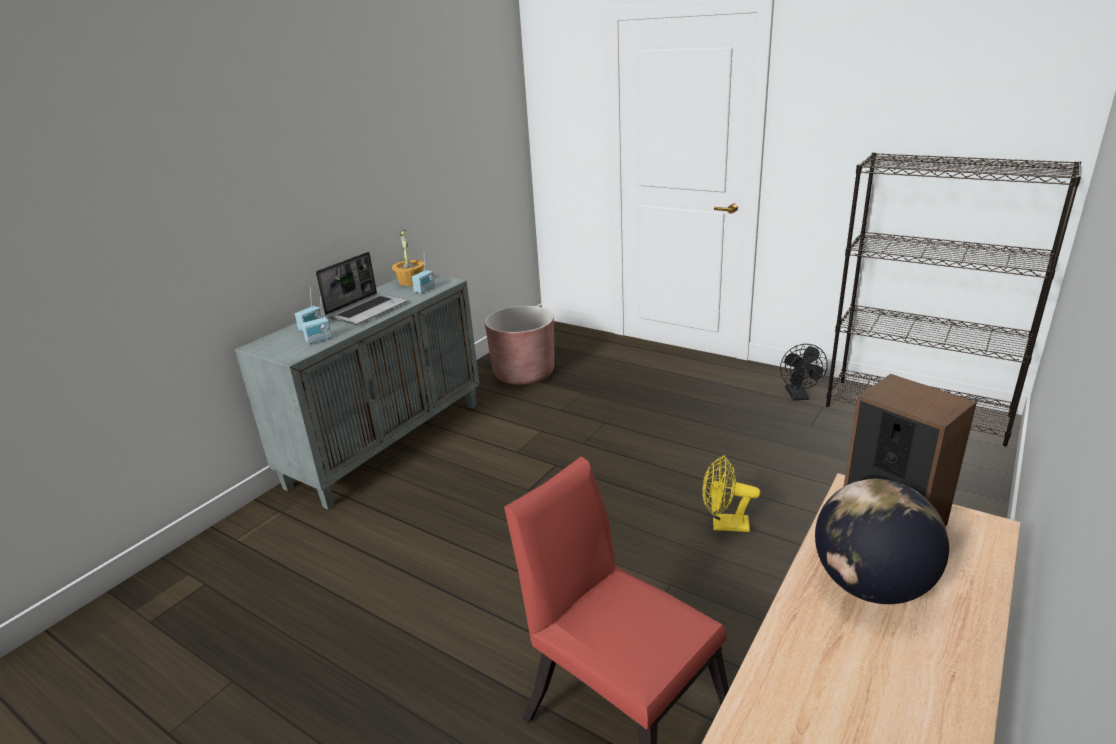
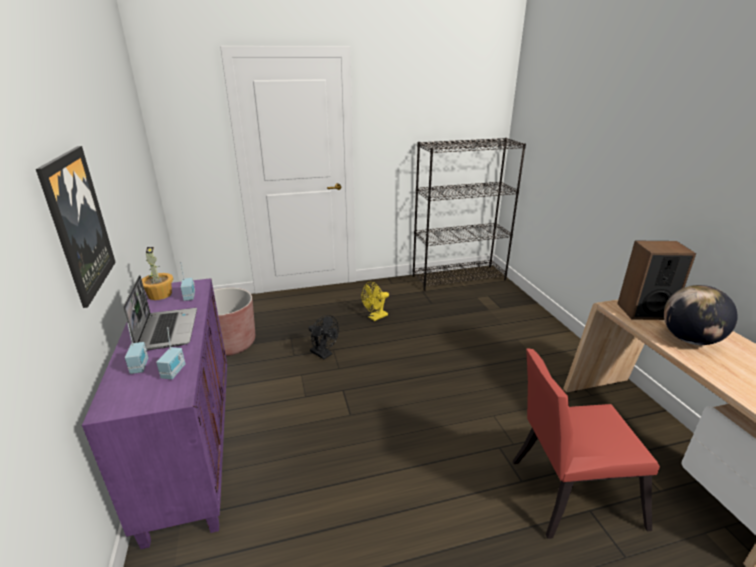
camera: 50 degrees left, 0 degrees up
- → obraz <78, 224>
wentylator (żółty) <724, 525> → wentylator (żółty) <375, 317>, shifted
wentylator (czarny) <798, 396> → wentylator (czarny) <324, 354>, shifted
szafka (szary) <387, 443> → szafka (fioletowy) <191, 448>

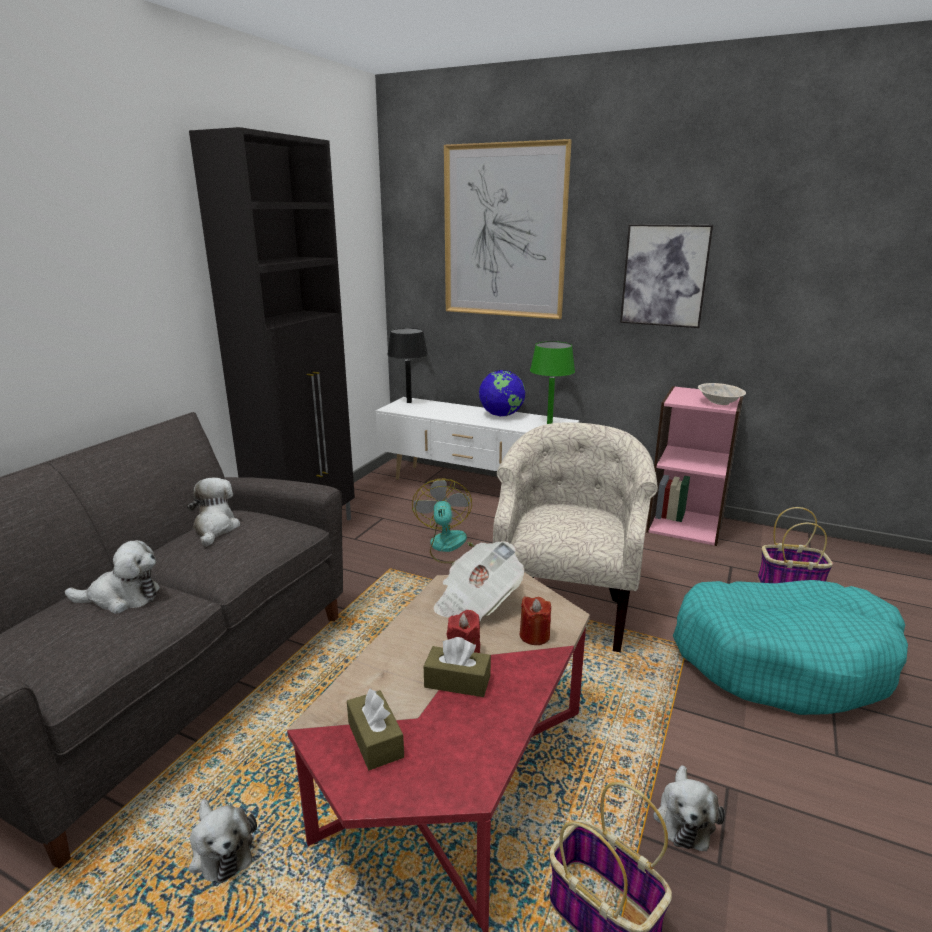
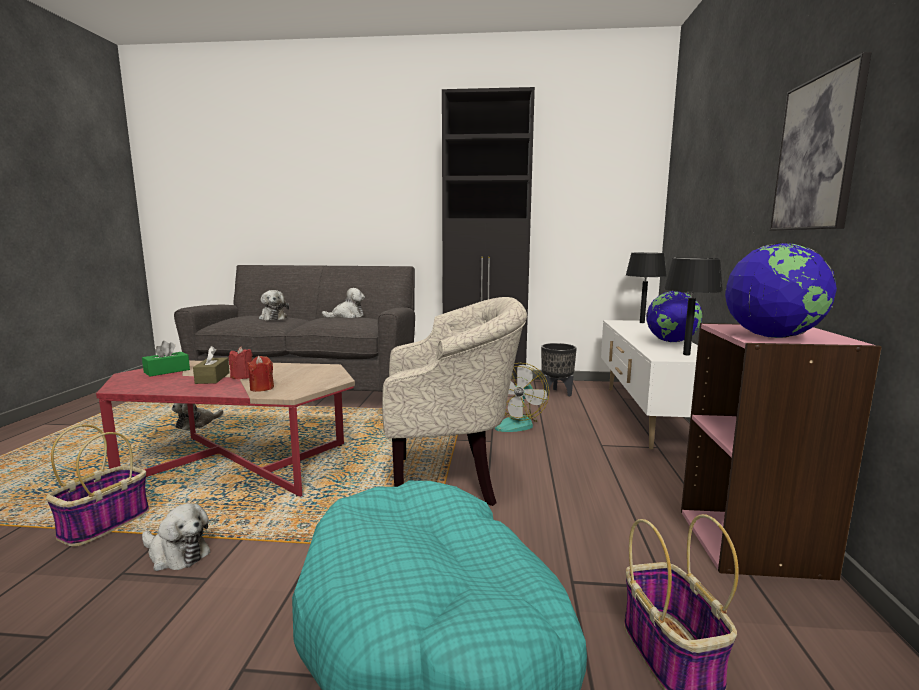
camera: 70 degrees right, 10 degrees down
gazeta <476, 602> → -
obraz <504, 232> → -
- → donica (czarny) <557, 393>
miska (beżowy) <719, 402> → globus <772, 337>
pudełko chusteczek (brązowy) <375, 740> → pudełko chusteczek (zielony) <167, 371>
lampa stołowa (zielony) <549, 423> → lampa stołowa (czarny) <686, 354>
wentylator <449, 547> → wentylator <516, 423>, 135 degrees clockwise
pluszak <684, 818> → pluszak <176, 554>, 150 degrees counterclockwise

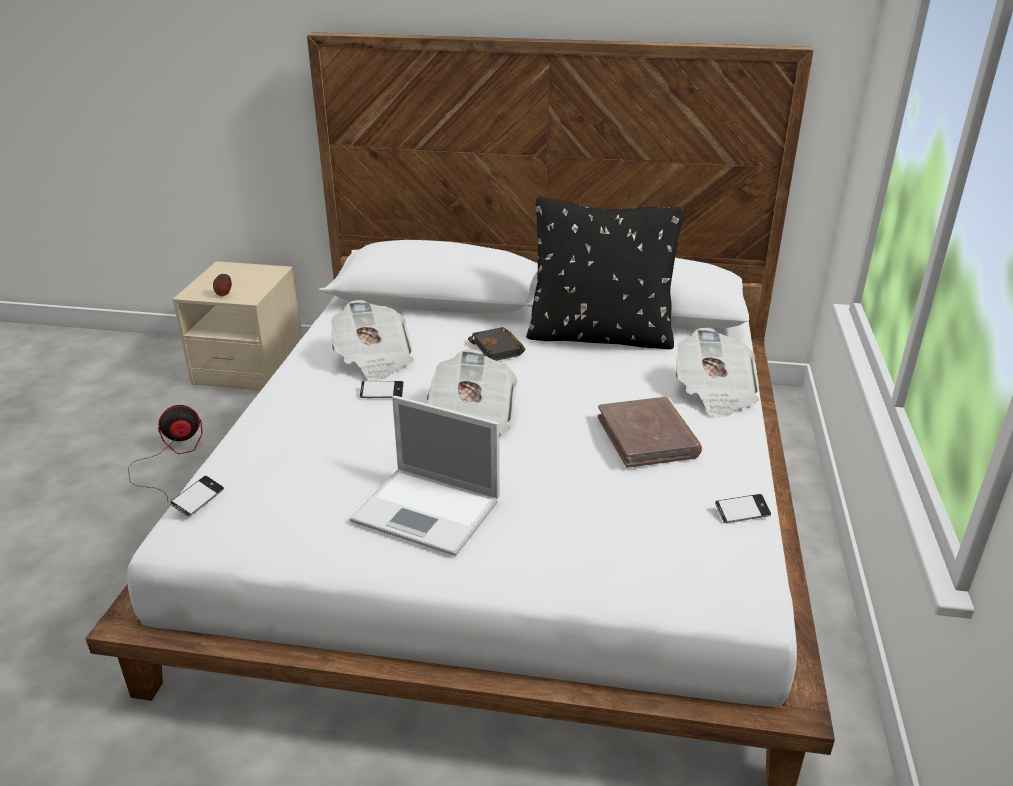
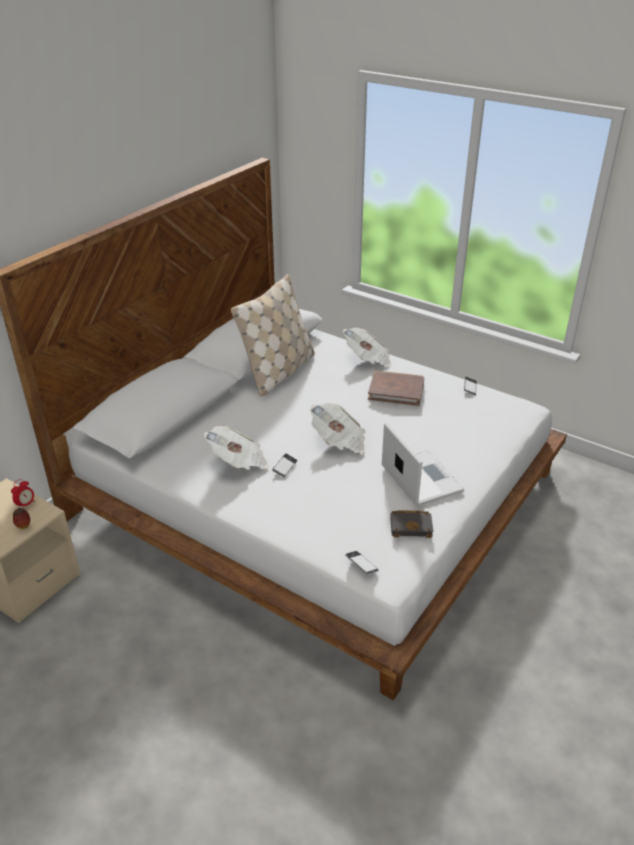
camera: 65 degrees left, 5 degrees up
wentylator <171, 456> → -
- → budzik <26, 504>
książka (czarny) <499, 349> → książka (czarny) <412, 526>, shifted
poduszka (czarny) <599, 336> → poduszka (beżowy) <278, 372>
laptop <429, 511> → laptop <420, 478>, 75 degrees counterclockwise

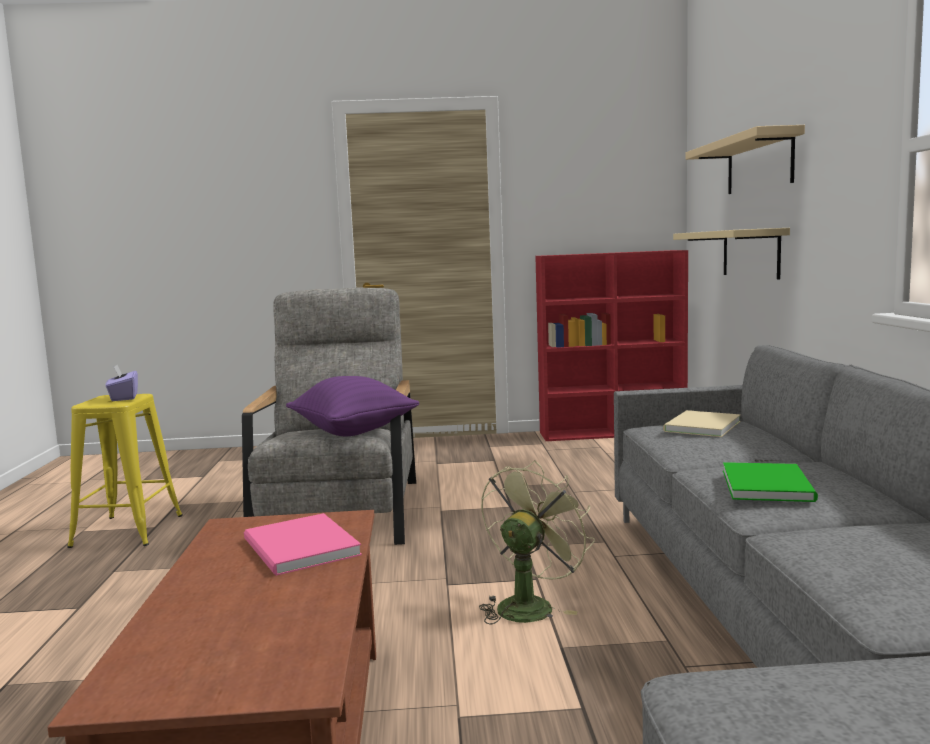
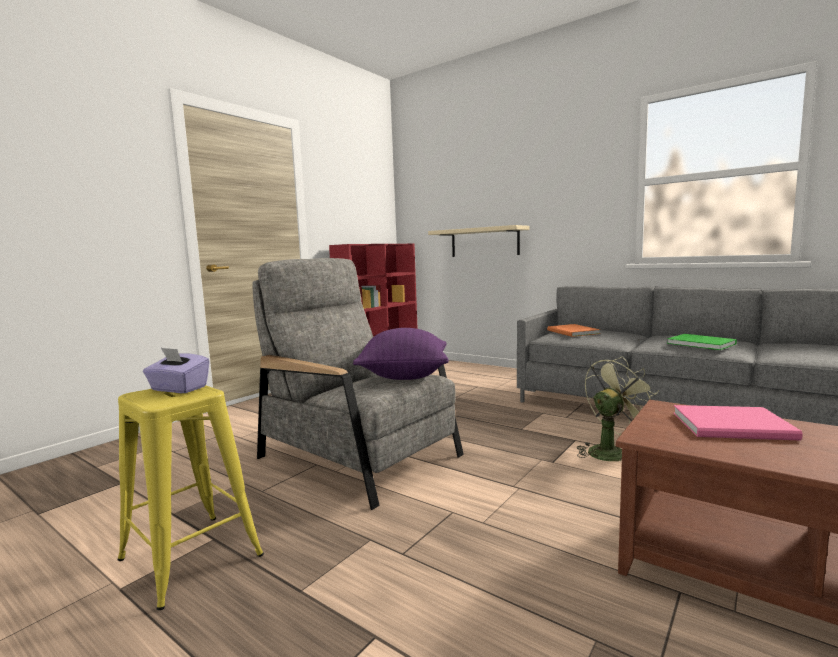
camera: 50 degrees left, 0 degrees up
półka (beżowy) <759, 164> → -
książka (beżowy) <699, 426> → książka (pomarańczowy) <572, 332>
wentylator (zielony) <529, 605> → wentylator (zielony) <611, 452>, 75 degrees clockwise

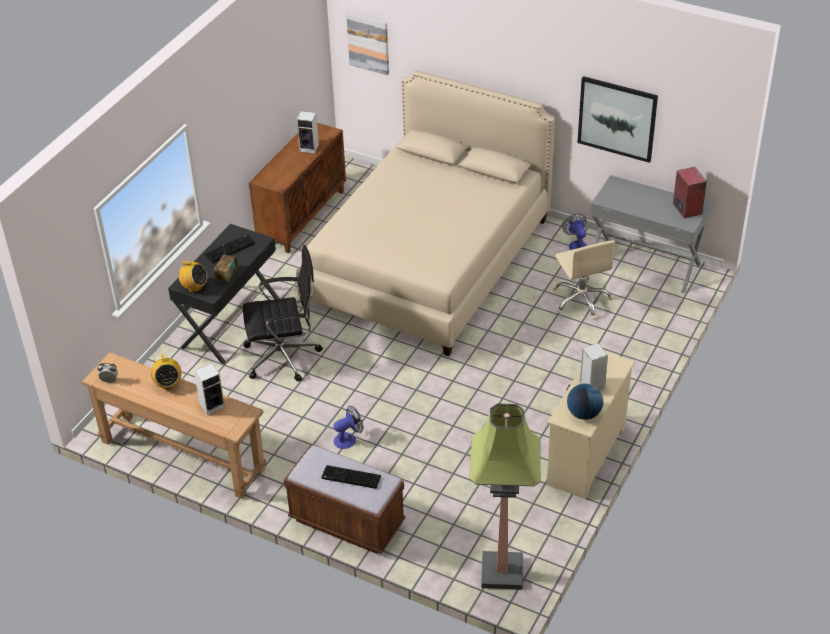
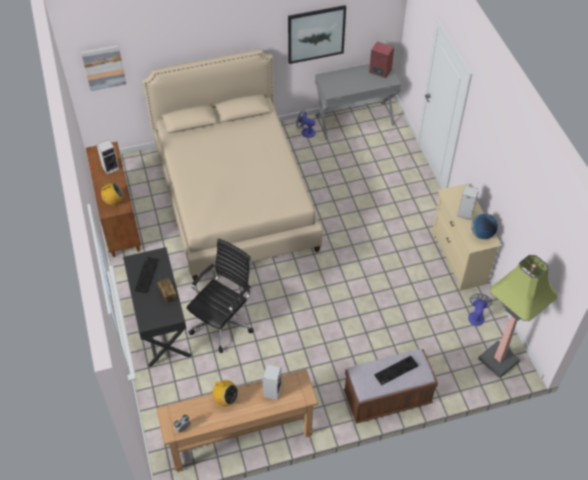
camera: 45 degrees left, 10 degrees up
krzesło biurowe (beżowy) <581, 300> → -
radio <194, 287> → radio <113, 201>, shifted
wentylator <348, 439> → wentylator <476, 316>, shifted

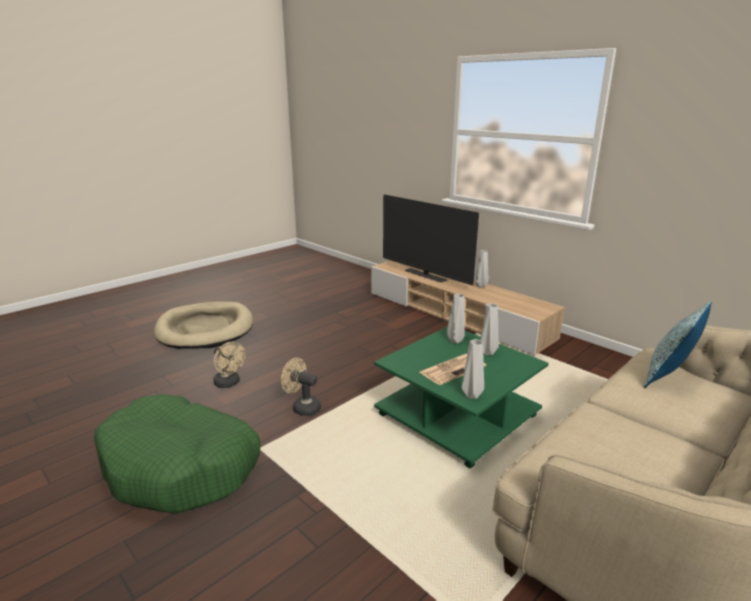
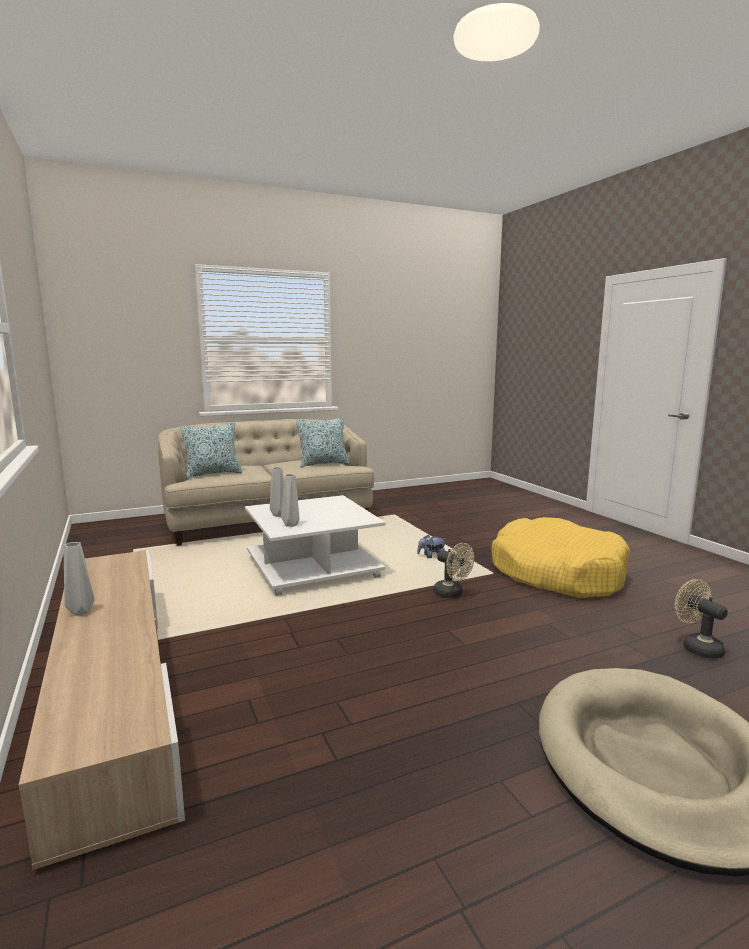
camera: 160 degrees left, 10 degrees down
telewizor <425, 275> → -
gazeta <453, 369> → -
wazon (szary) <470, 395> → -
- → poduszka <323, 464>
- → pluszak <431, 556>
wentylator (beżowy) <229, 383> → wentylator (beżowy) <696, 647>, shifted
legowisko (zielony) <181, 466> → legowisko (żółty) <557, 573>
ława (zielony) <457, 417> → ława (biały) <313, 567>

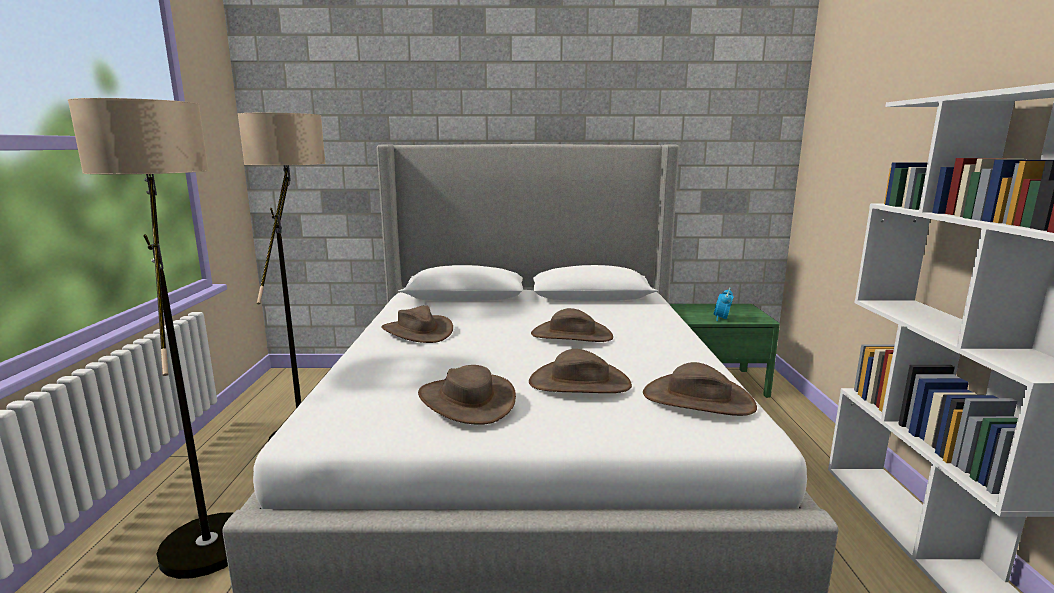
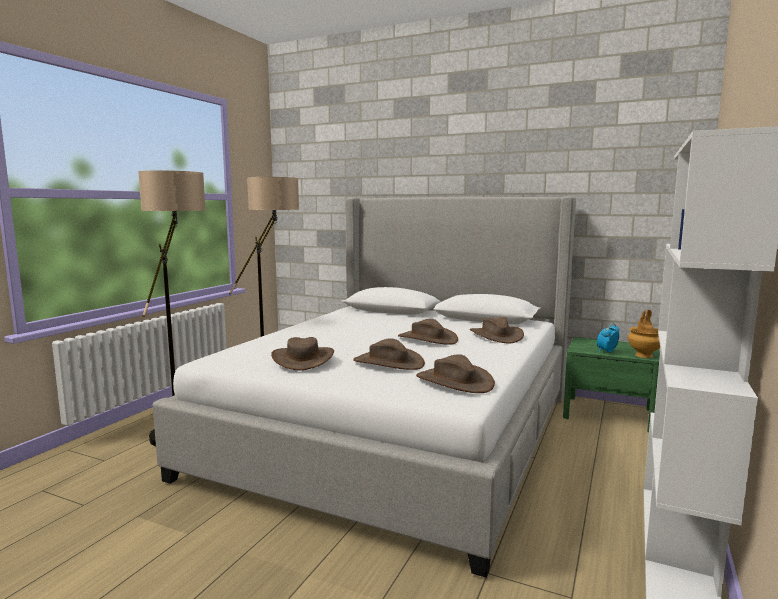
camera: 25 degrees right, 5 degrees down
- → wazon (brązowy) <644, 355>
kapelusz (brązowy) <417, 331> → kapelusz (brązowy) <496, 336>, shifted

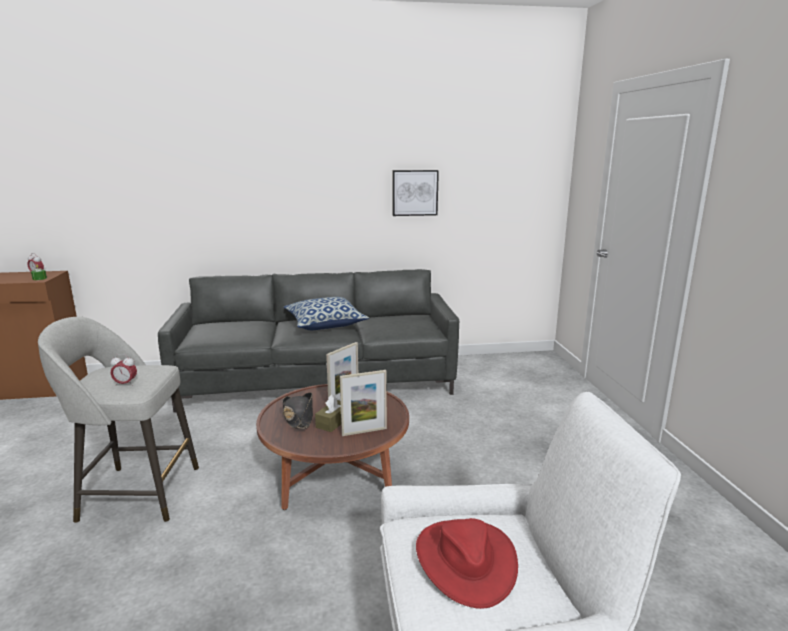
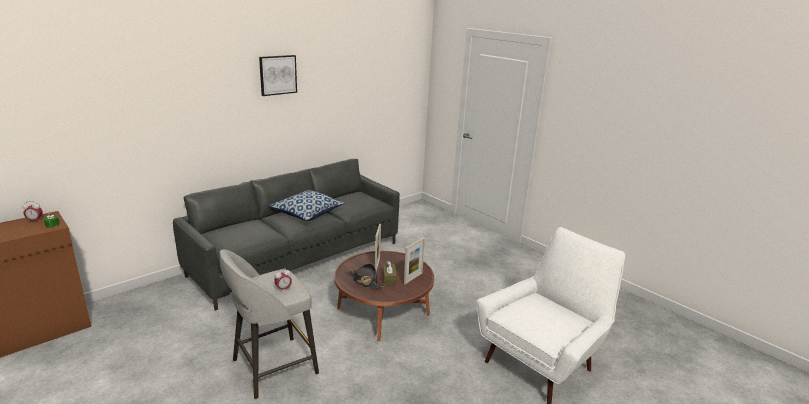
camera: 35 degrees left, 5 degrees up
kapelusz (czerwony) <465, 560> → -
obraz <415, 193> → obraz <278, 75>, shifted

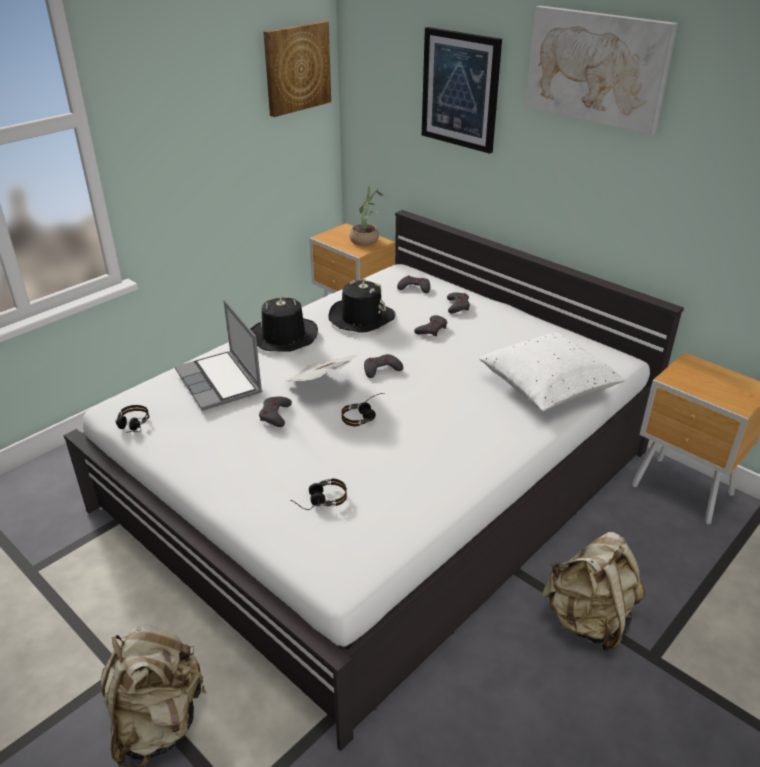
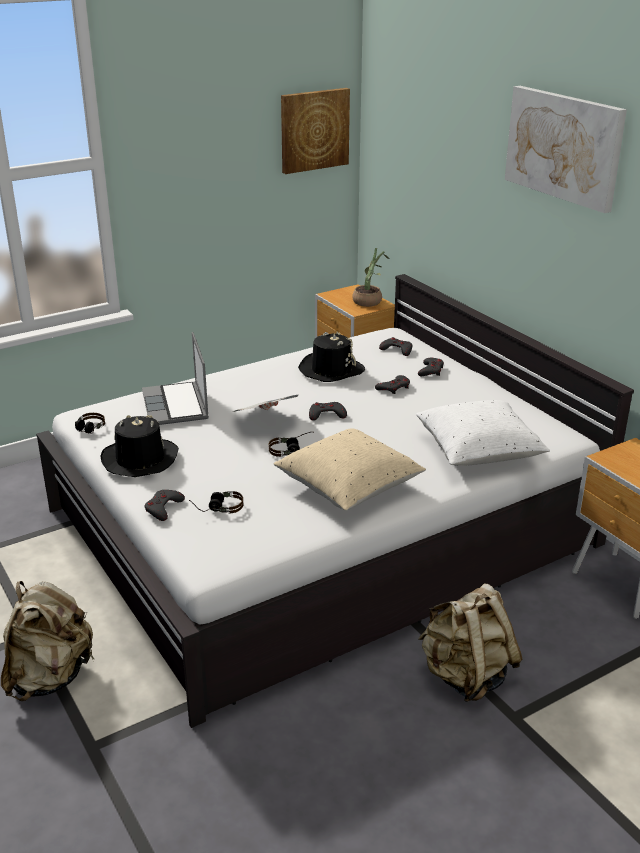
camera: 15 degrees right, 5 degrees down
obraz <460, 90> → -
- → poduszka (beżowy) <349, 487>
kapelusz (czarny) <283, 336> → kapelusz (czarny) <140, 459>, shifted
pad do gier (szary) <275, 415> → pad do gier (szary) <163, 508>, shifted

